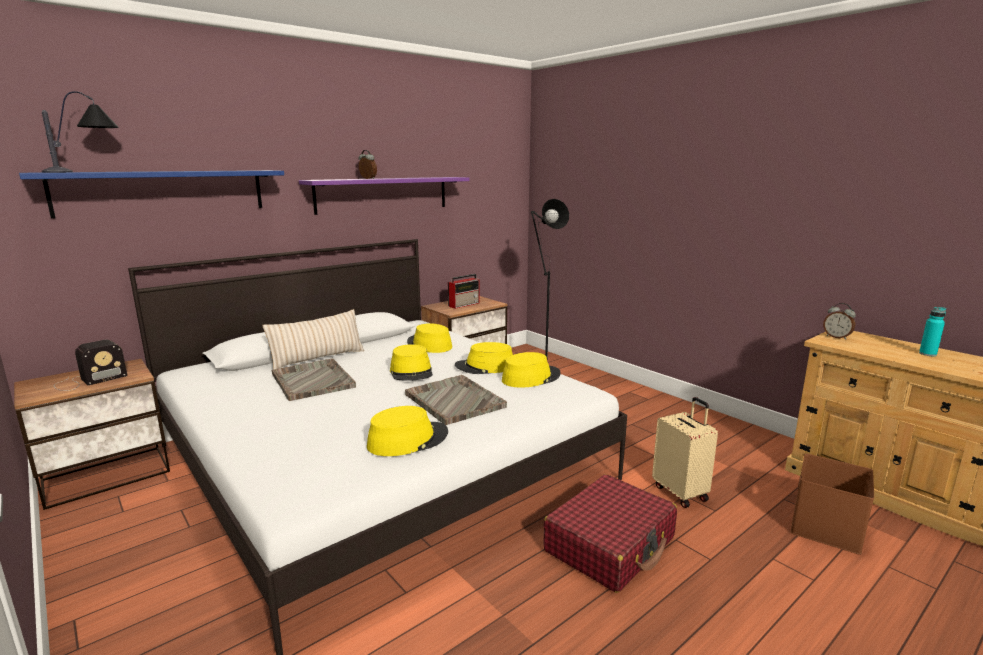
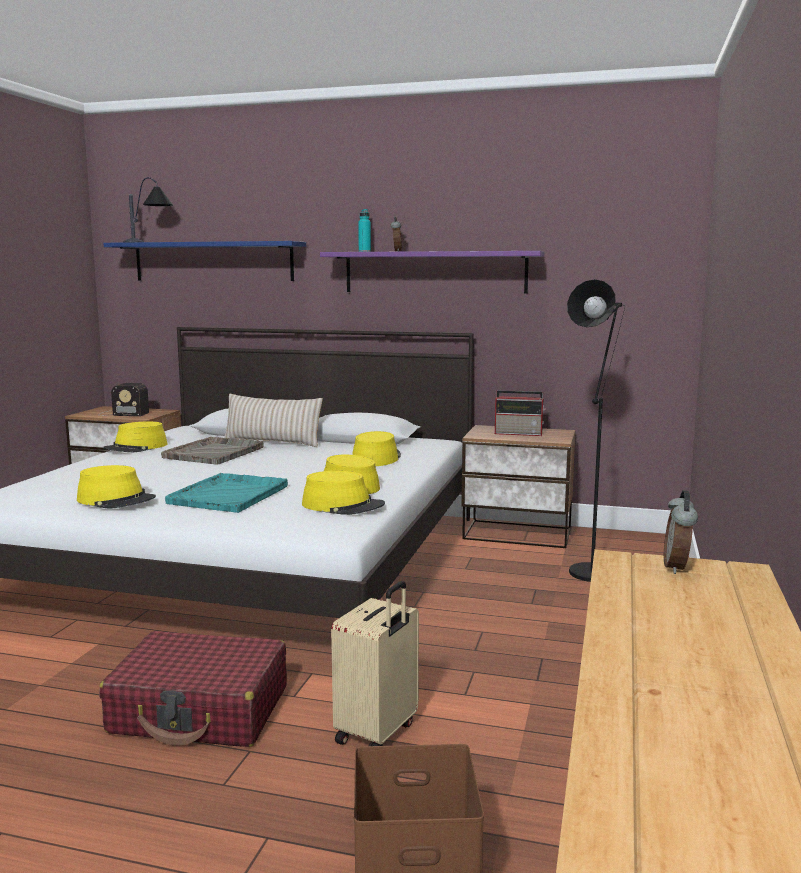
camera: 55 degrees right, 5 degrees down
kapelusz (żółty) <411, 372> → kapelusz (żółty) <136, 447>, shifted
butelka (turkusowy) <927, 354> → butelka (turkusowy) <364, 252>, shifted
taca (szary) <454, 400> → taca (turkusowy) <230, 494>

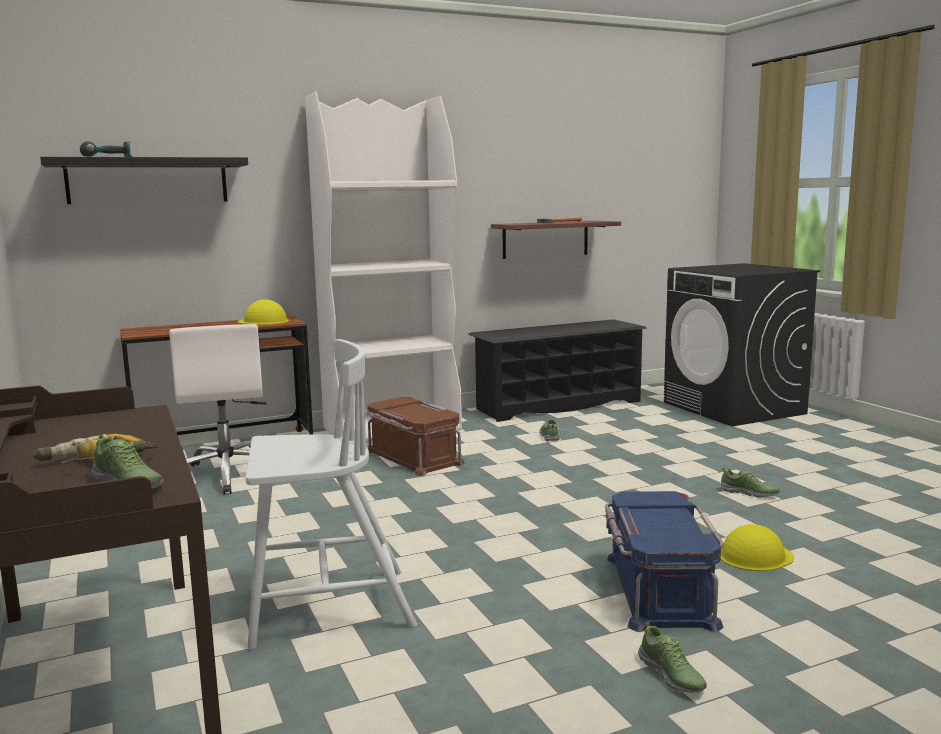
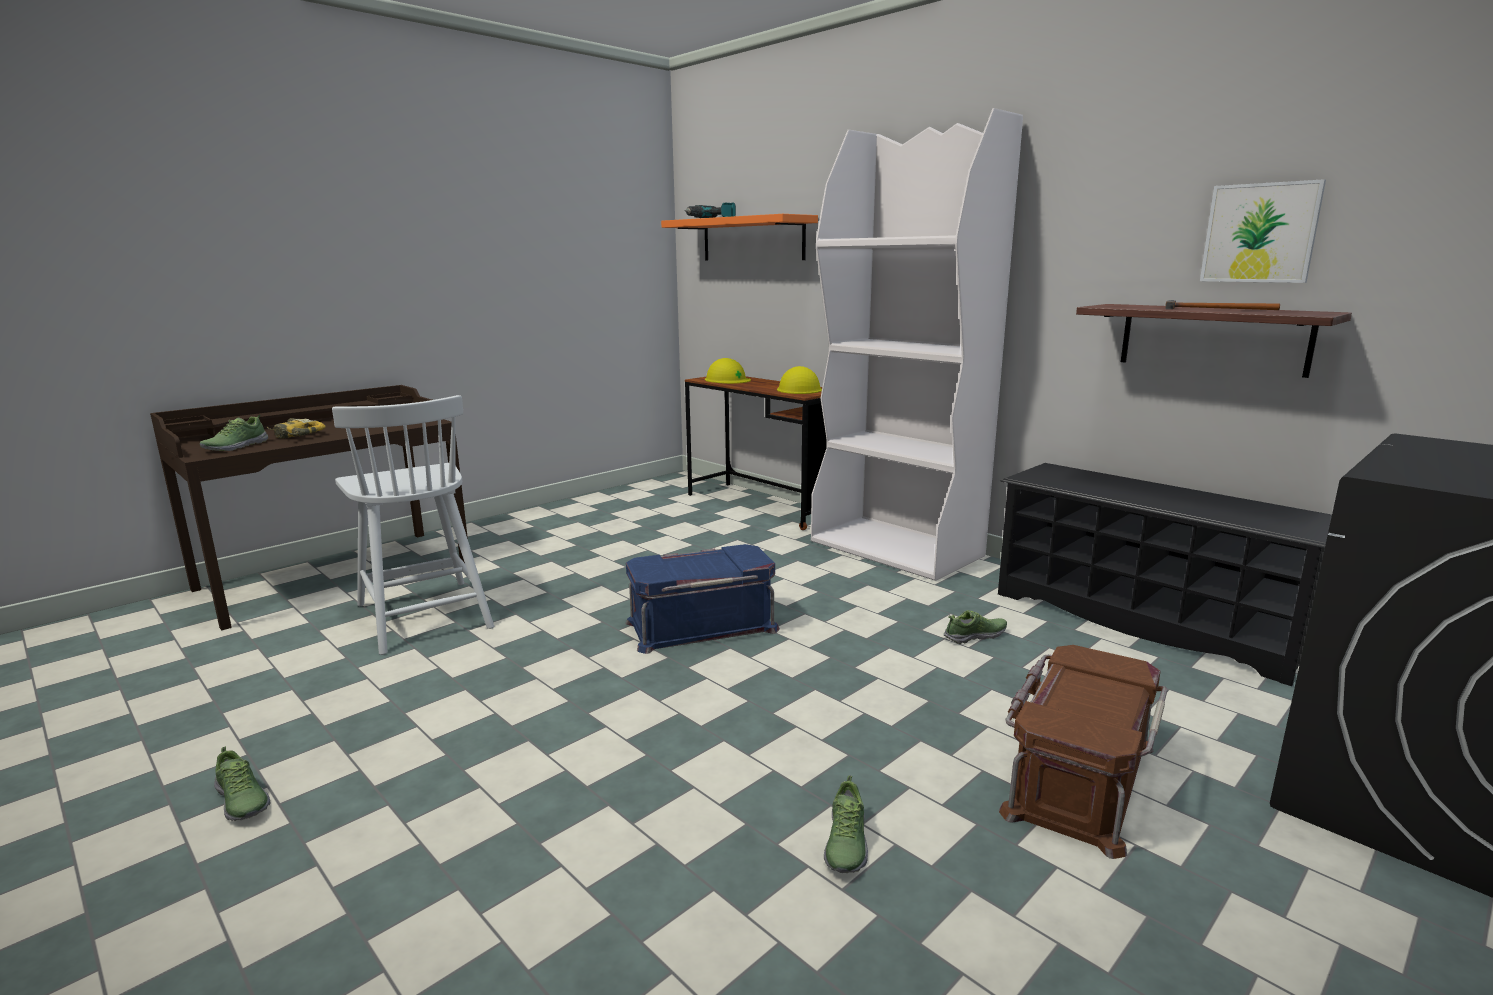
camera: 70 degrees right, 5 degrees up
krzesło biurowe (biały) <228, 475> → -
- → obraz <1260, 233>
pojemnik do przechowywania (brązowy) <412, 457> → pojemnik do przechowywania (brązowy) <1077, 778>, shifted
pojemnik do przechowywania (niebieski) <657, 590> → pojemnik do przechowywania (niebieski) <701, 625>, shifted
kask (żółty) <755, 556> → kask (żółty) <727, 380>, shifted
półka (czarny) <148, 181> → półka (pomarańczowy) <752, 239>
but <671, 675> → but <241, 801>, 90 degrees counterclockwise

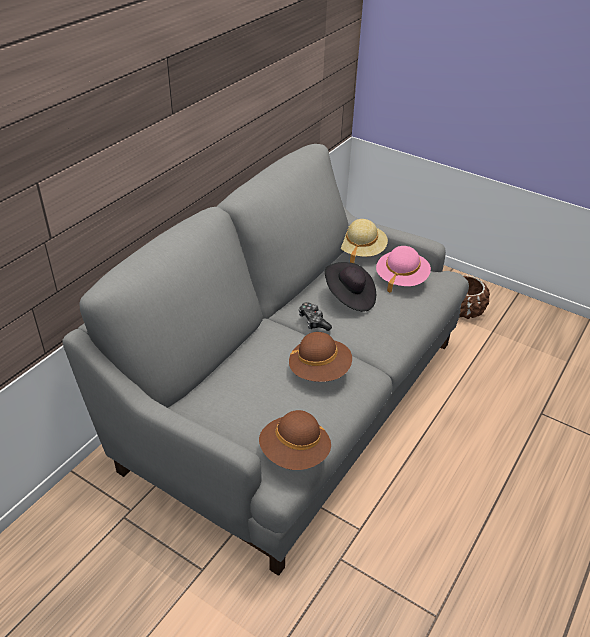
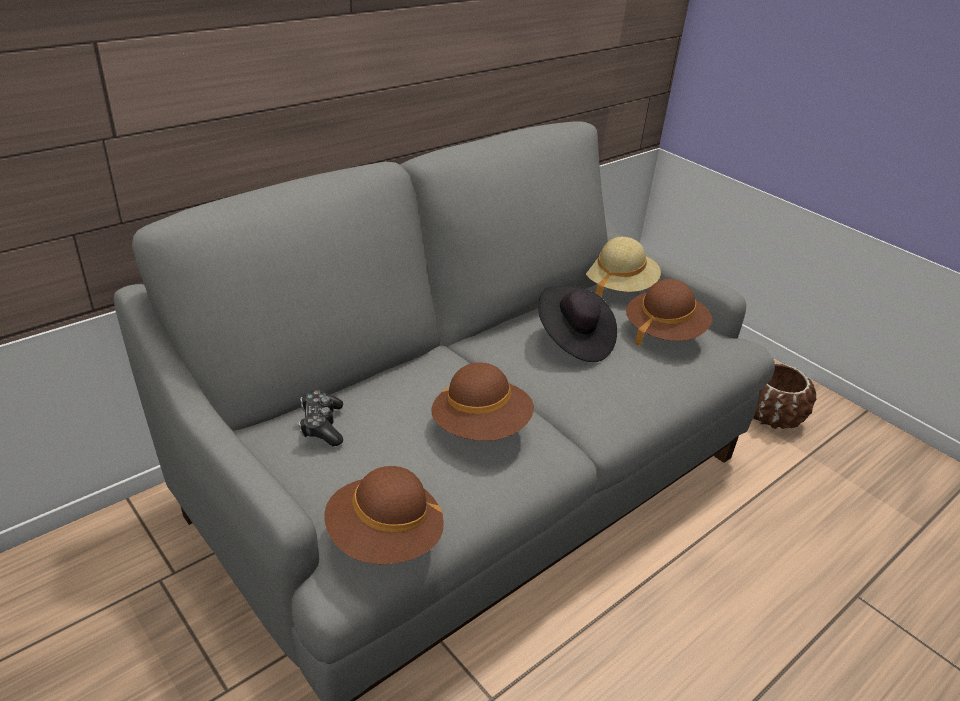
camera: 15 degrees right, 5 degrees down
pad do gier <313, 321> → pad do gier <322, 425>, shifted
kapelusz (różowy) <401, 279> → kapelusz (brązowy) <664, 332>

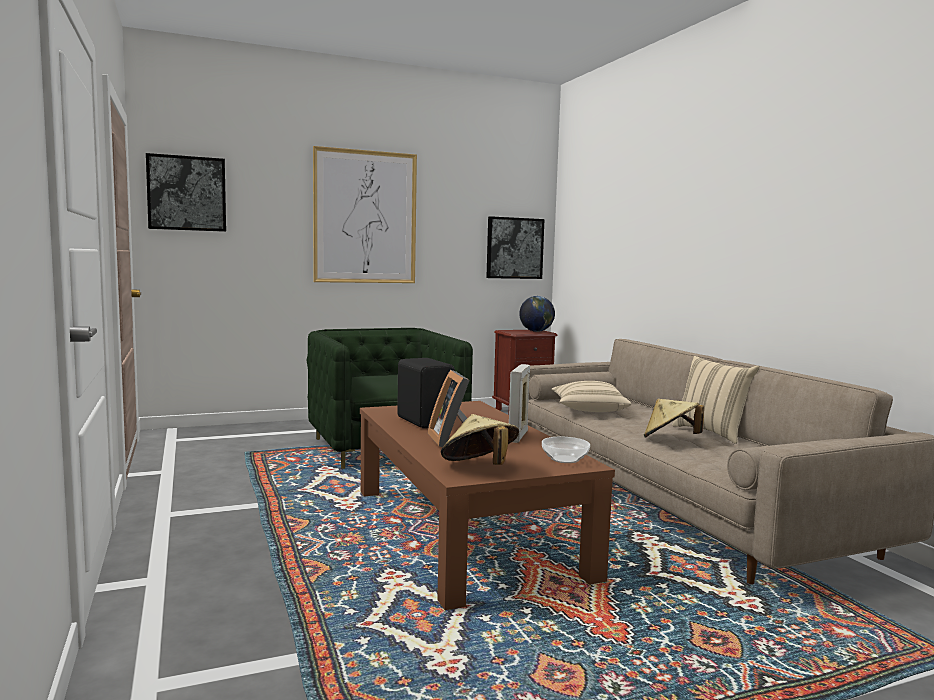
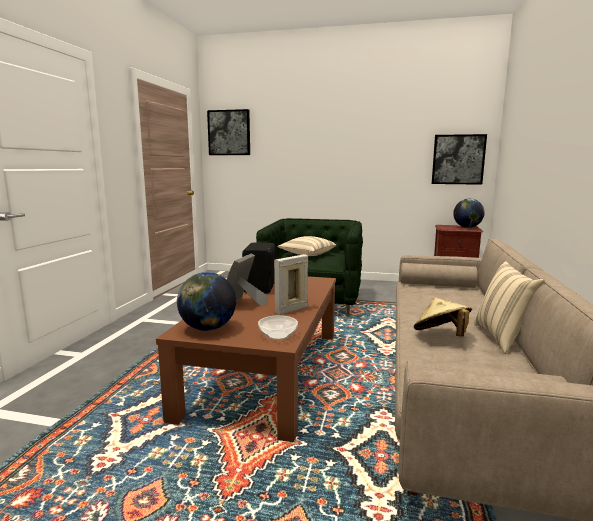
camera: 35 degrees right, 5 degrees up
obraz <365, 217> → -
poduszka (beżowy) <588, 410> → poduszka (beżowy) <307, 254>, shifted
kapelusz (beżowy) <479, 467> → globus <208, 329>

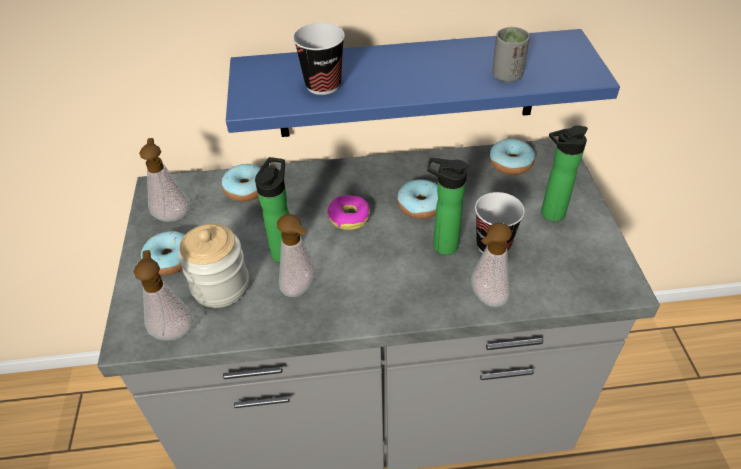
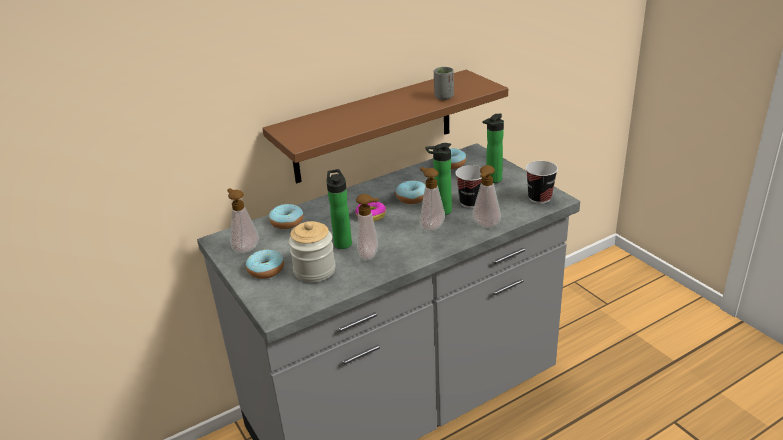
camera: 25 degrees left, 15 degrees down
dozownik mydła <174, 329> → dozownik mydła <431, 227>, shifted
filiżanka <323, 85> → filiżanka <539, 198>, shifted
półka (niebieski) <407, 85> → półka (brązowy) <373, 127>

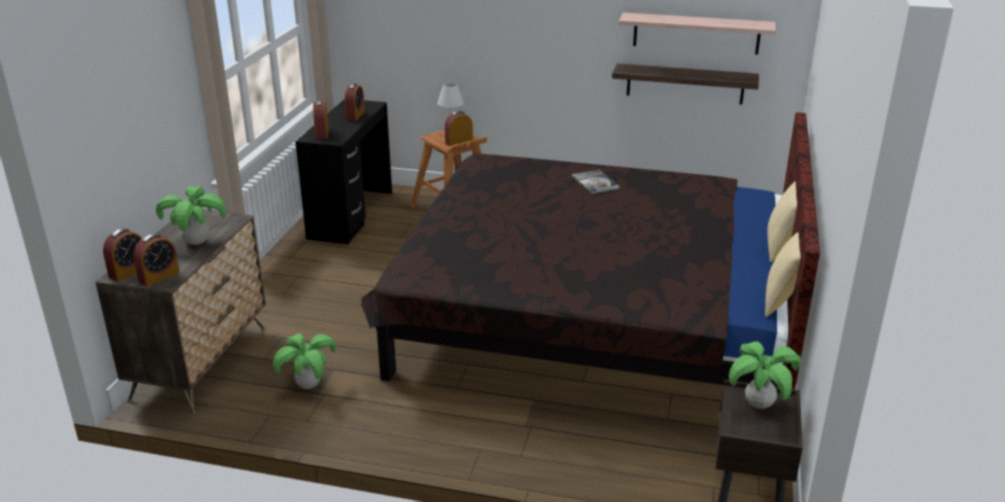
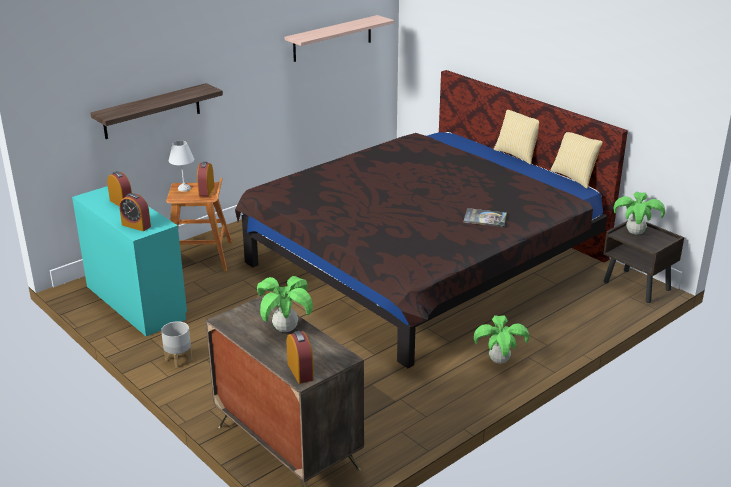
camera: 55 degrees left, 0 degrees up
budzik <159, 276> → -
- → donica (szary) <179, 360>
roślina doniczkowa <308, 385> → roślina doniczkowa <499, 361>, shifted
książka <594, 182> → książka <485, 218>, shifted
półka <685, 84> → półka <152, 111>, shifted
biurko (czarny) <350, 214> → biurko (turkusowy) <135, 302>

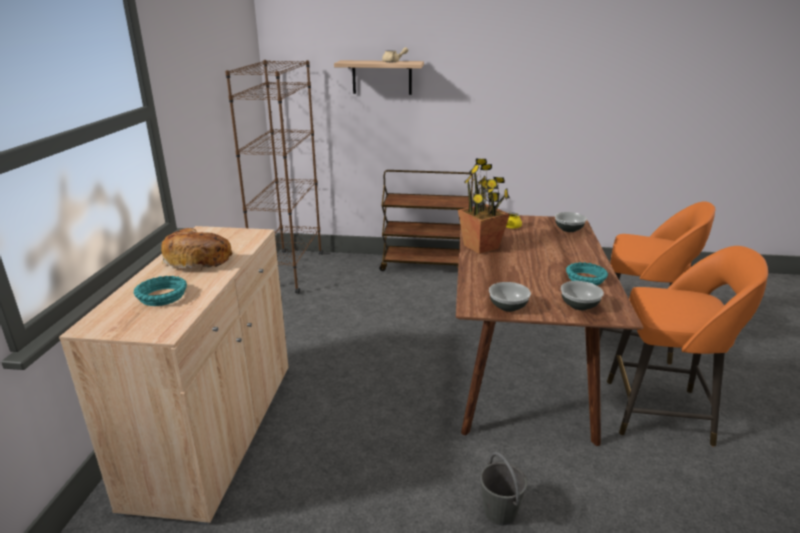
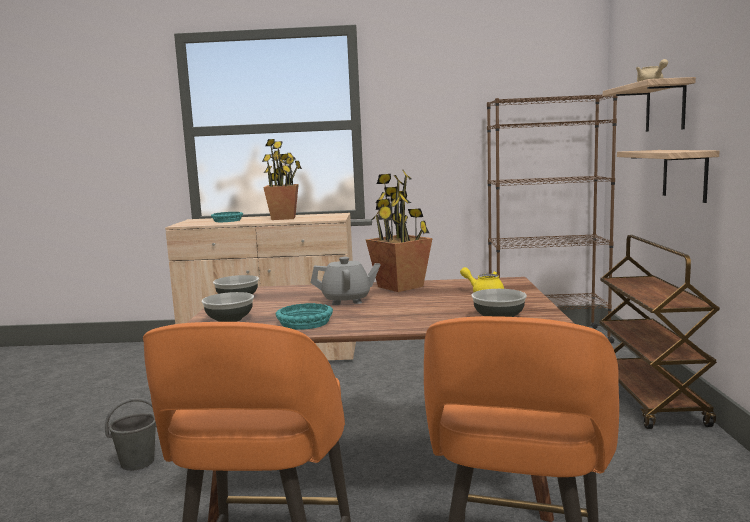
camera: 85 degrees right, 15 degrees down
- → imbryk (szary) <346, 300>
- → półka <685, 174>
chleb <198, 259> → roślina doniczkowa <283, 218>

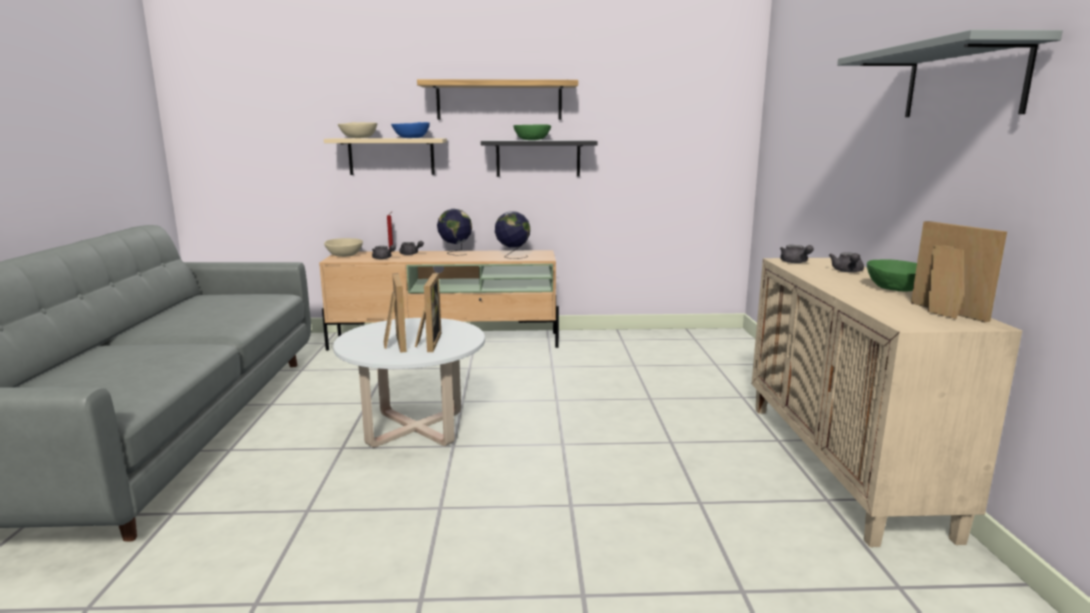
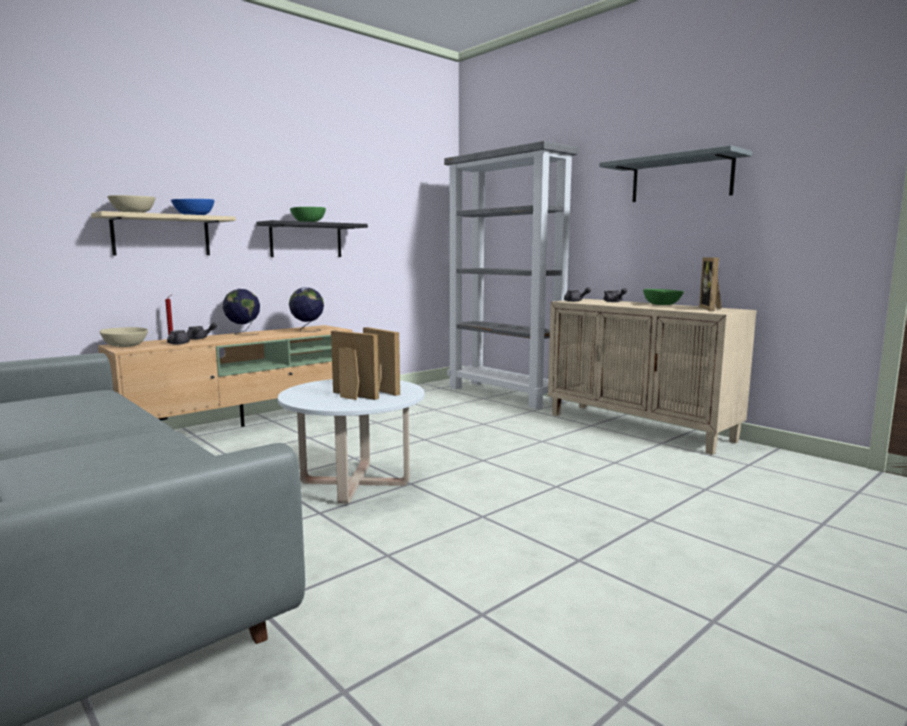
camera: 40 degrees left, 5 degrees down
półka <499, 100> → -
- → regał (szary) <505, 394>
ramka na zdjęcie <942, 312> → ramka na zdjęcie <712, 308>, 105 degrees counterclockwise

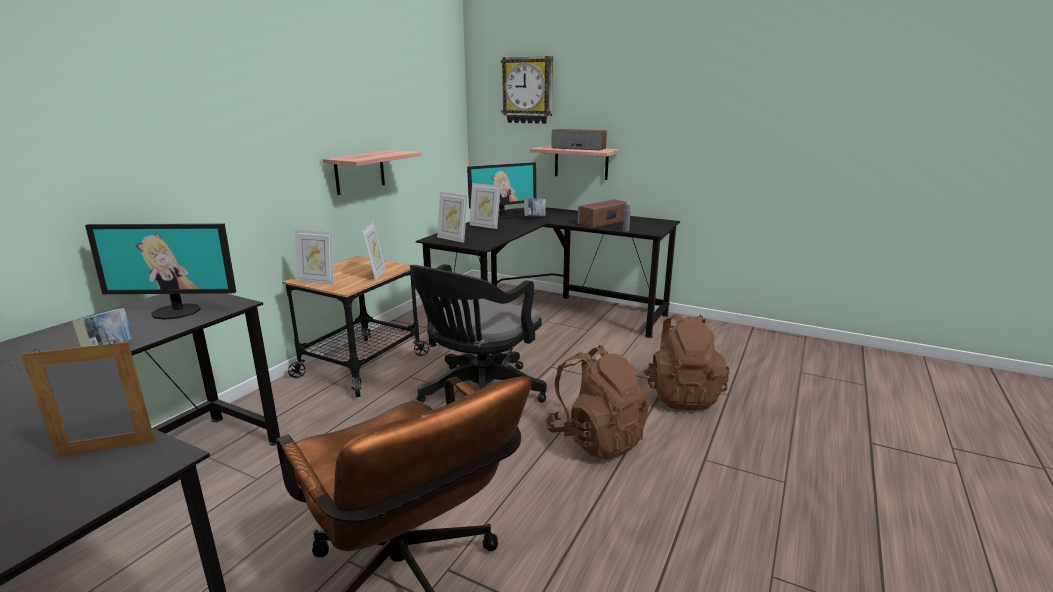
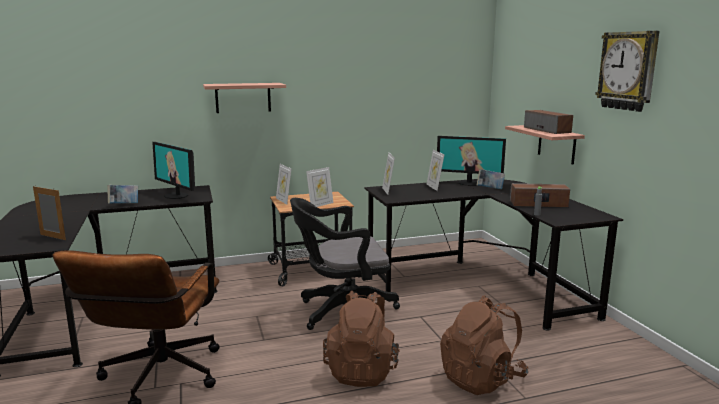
camera: 45 degrees right, 5 degrees down
półka <360, 172> → półka <243, 97>, shifted
zegar ścienny <528, 90> → zegar ścienny <628, 71>, shifted

